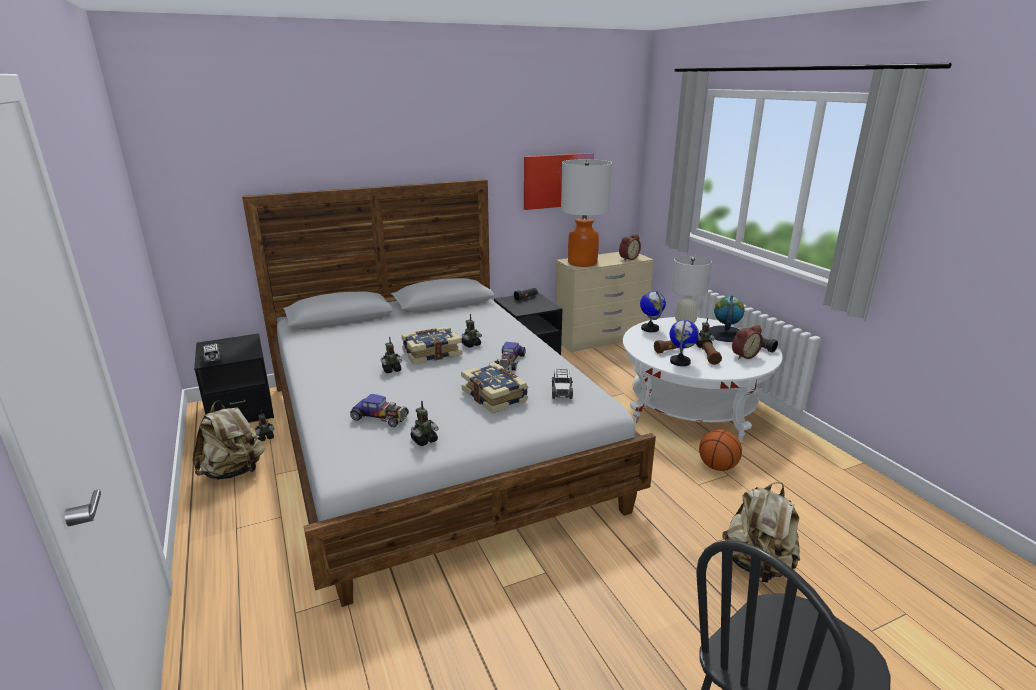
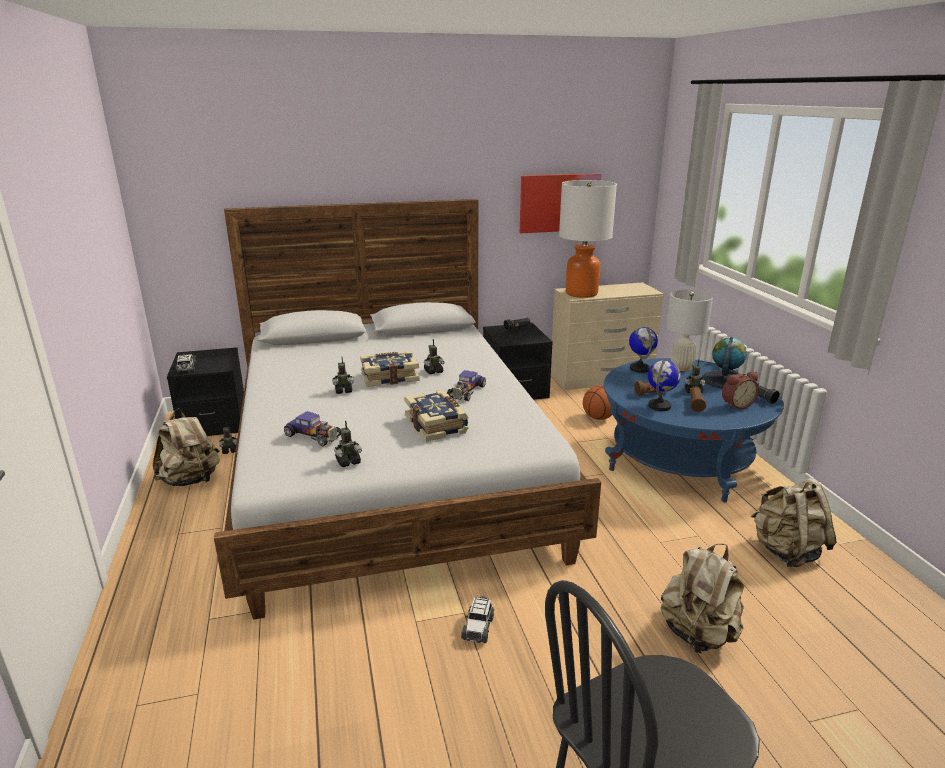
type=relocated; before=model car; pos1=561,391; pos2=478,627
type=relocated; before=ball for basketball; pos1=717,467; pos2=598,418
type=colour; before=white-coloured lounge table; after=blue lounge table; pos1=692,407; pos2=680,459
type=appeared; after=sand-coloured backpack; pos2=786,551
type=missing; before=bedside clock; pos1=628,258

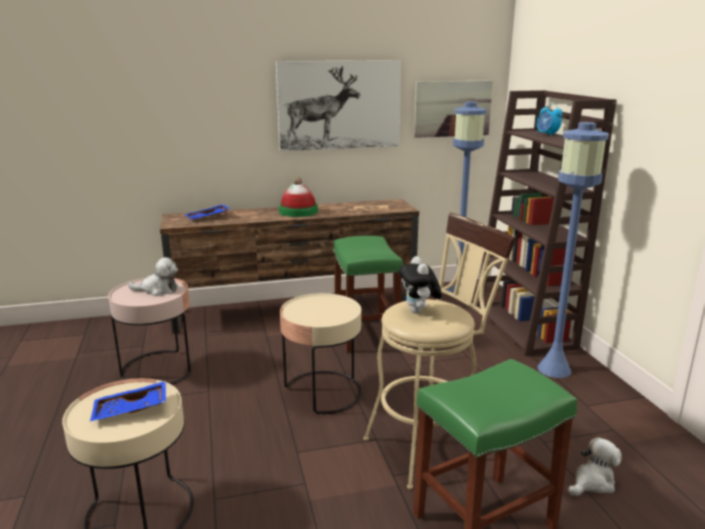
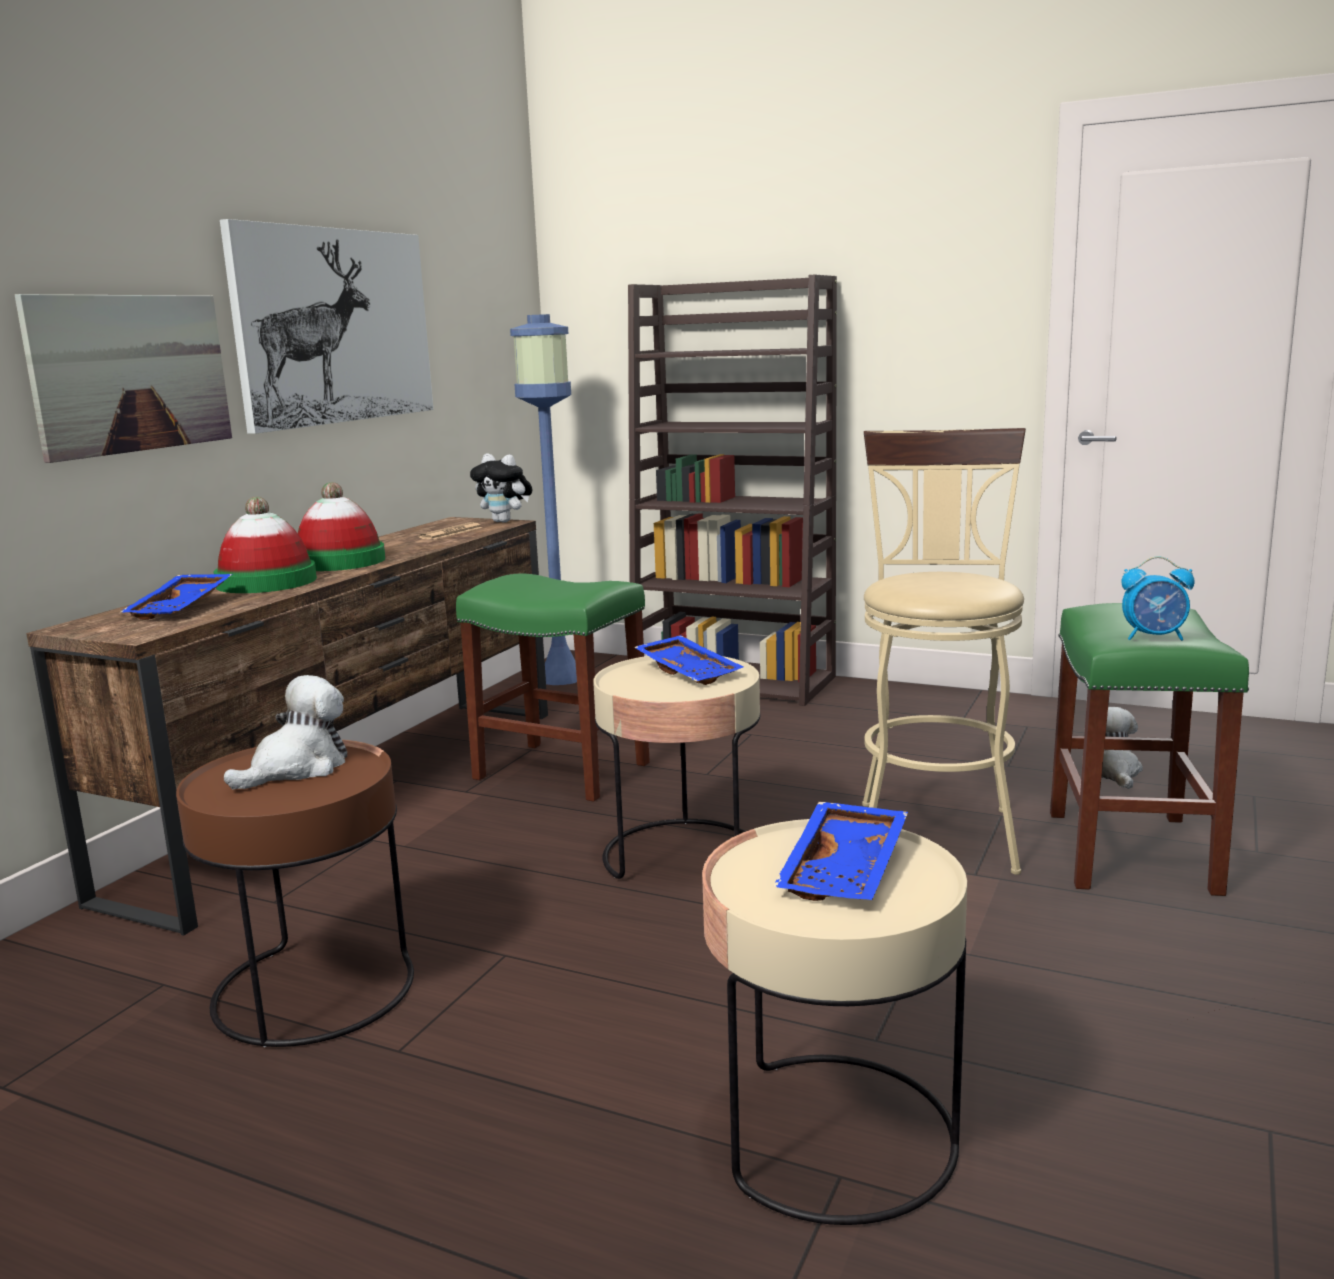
type=relocated; before=wall picture; pos1=452,108; pos2=131,373
type=colour; before=pink-coloured side table; after=brown side table; pos1=158,369; pos2=313,989
type=appeared; after=wearable hat; pos2=266,582
type=relocated; before=plush toy; pos1=419,312; pos2=505,521
type=appeared; after=blue tray; pos2=690,672
type=relocated; before=bedside clock; pos1=547,135; pos2=1154,637
type=missing; before=blue standing lamp; pos1=554,369

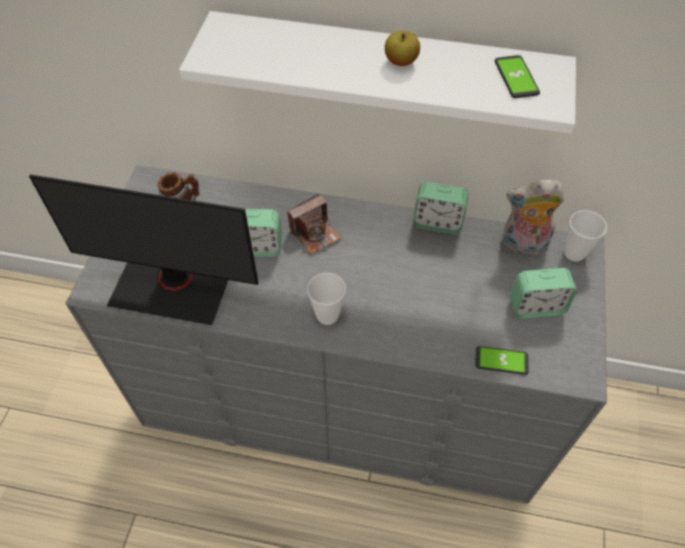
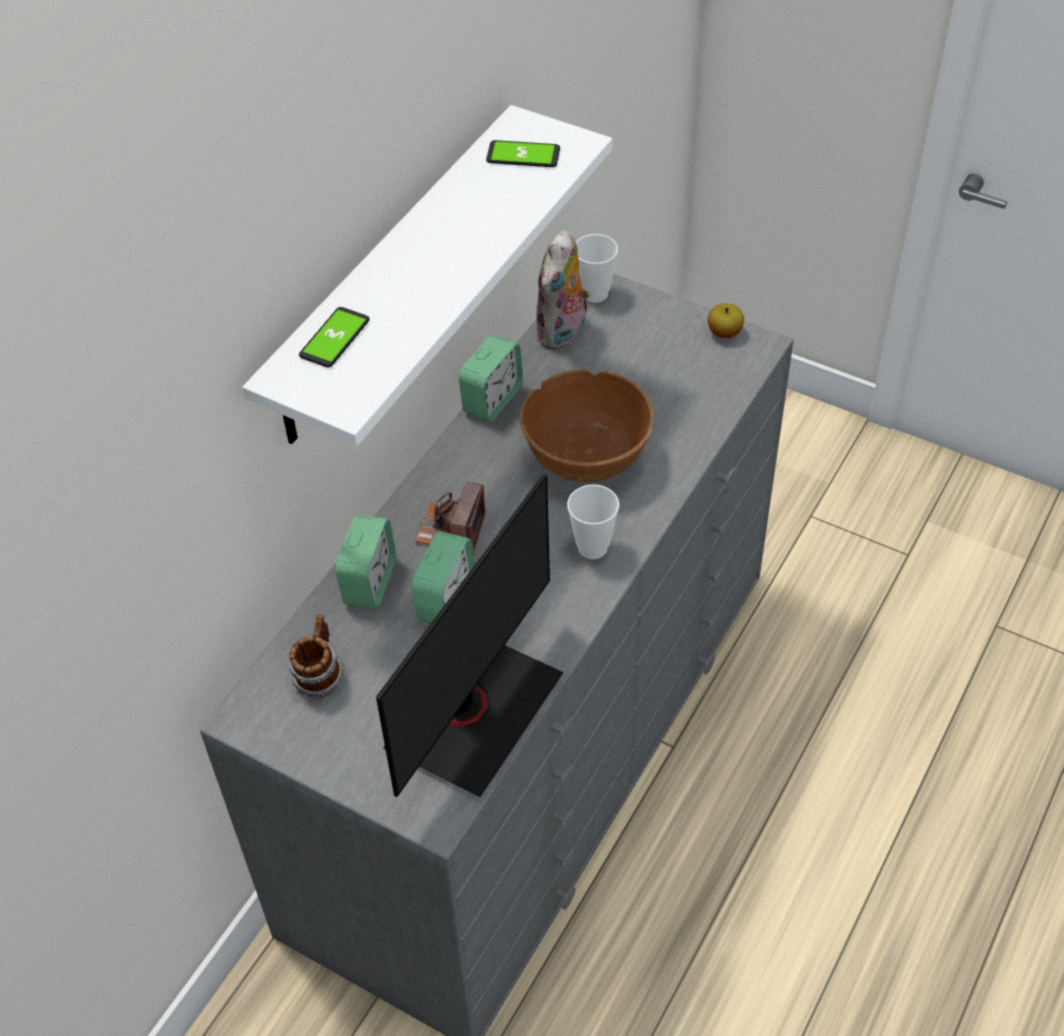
type=relocated; before=telephone; pos1=501,361; pos2=335,338
type=relocated; before=bedside clock; pos1=536,306; pos2=369,582
type=spun; before=still camera; pos1=315,233; pos2=452,530; turn=-150
type=appeared; after=brown bowl; pos2=586,456
type=relocated; before=whole apple; pos1=401,61; pos2=724,332

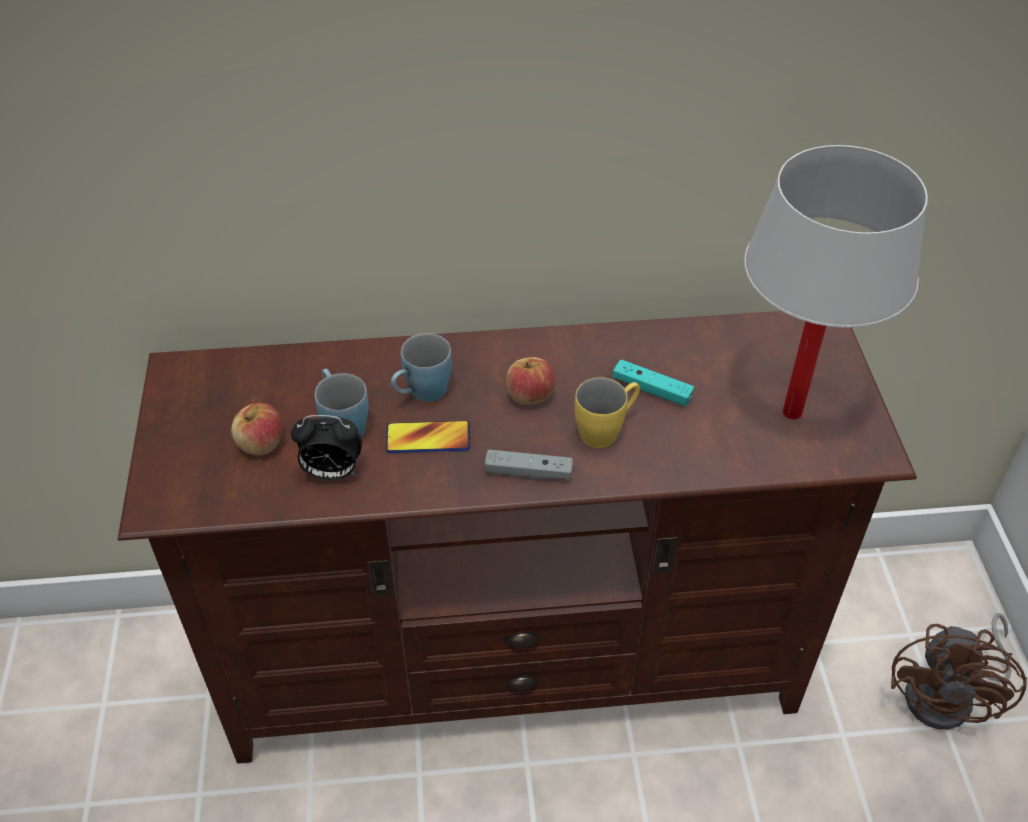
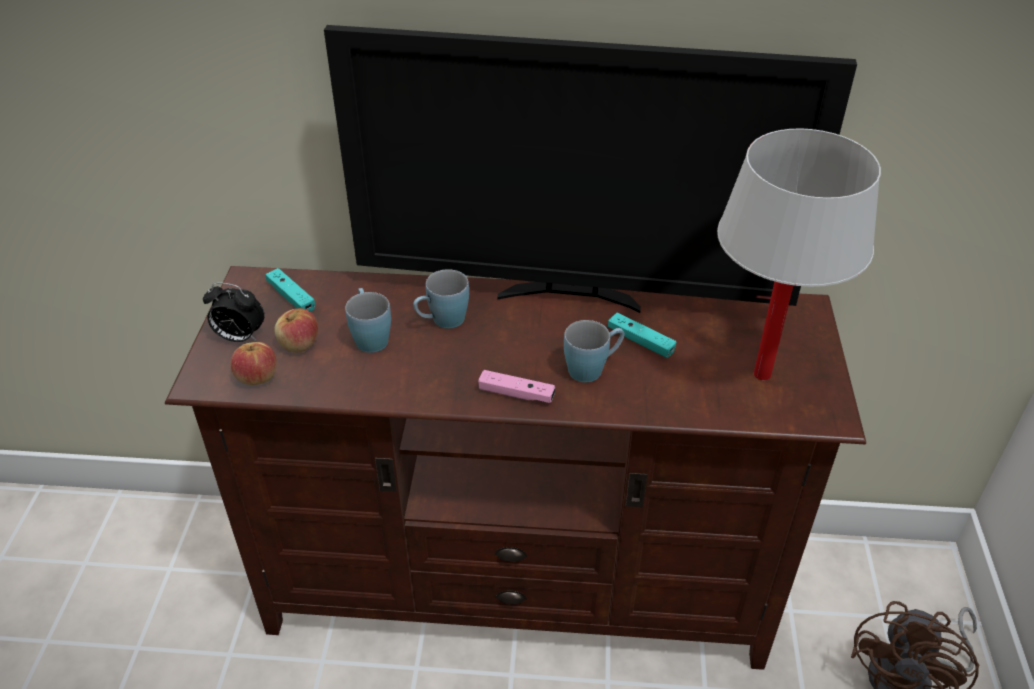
type=relocated; before=bedside clock; pos1=331,472; pos2=239,338
type=relocated; before=whole apple; pos1=529,395; pos2=257,377
type=appeared; after=blue-green joypad; pos2=291,297
type=appeared; after=television; pos2=571,295
type=colour; before=gray joypad; after=pink-coloured joypad; pos1=528,472; pos2=516,394
type=colour; before=yellowish coffee mug; after=blue coffee mug; pos1=606,429; pos2=592,368
type=missing; before=telephone; pos1=428,438

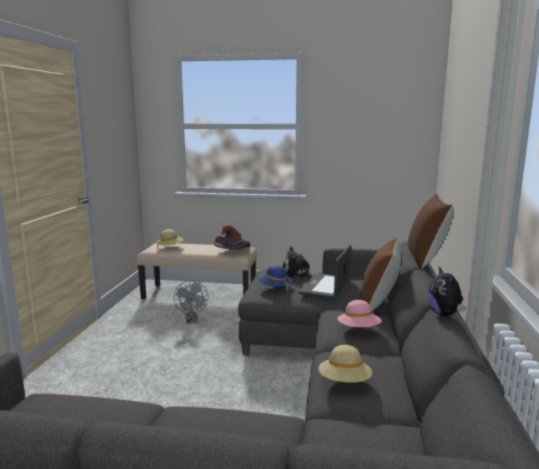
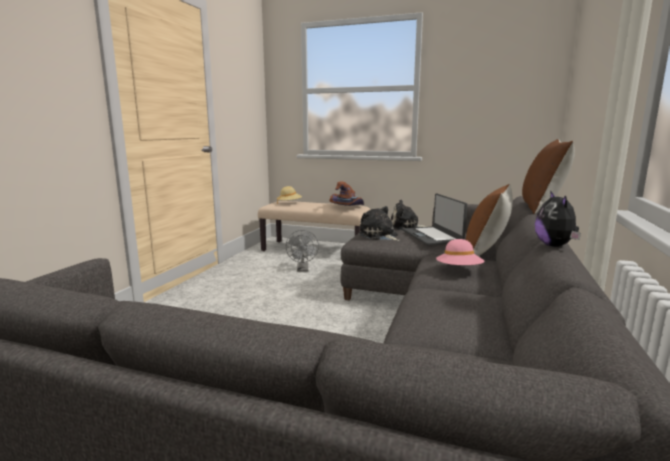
type=exchanged; before=blue wearable hat; after=plush toy; pos1=274,287; pos2=379,236
type=spun; before=laptop; pos1=326,286; pos2=432,236; turn=-45
type=missing; before=sand-coloured wearable hat; pos1=344,382

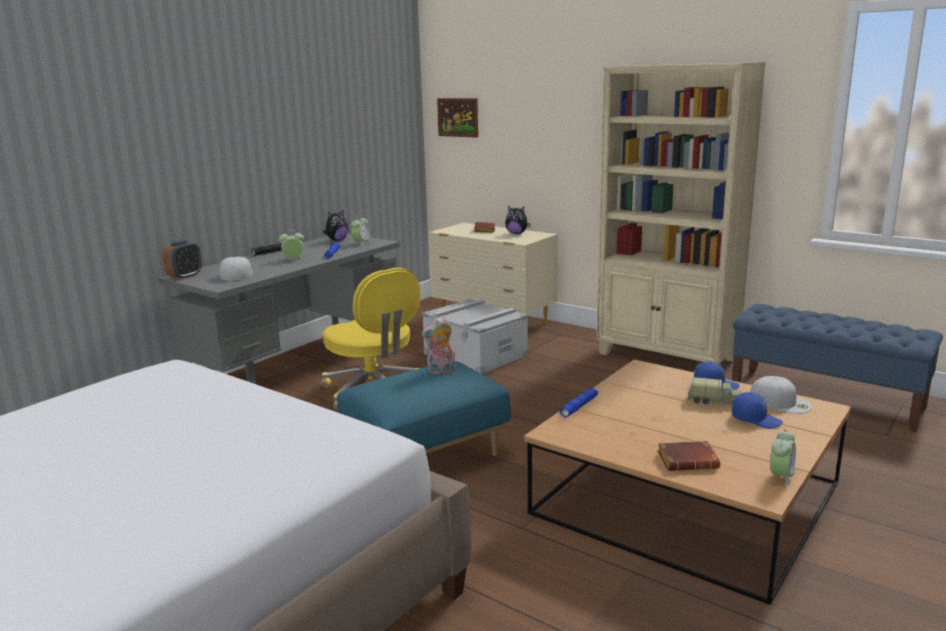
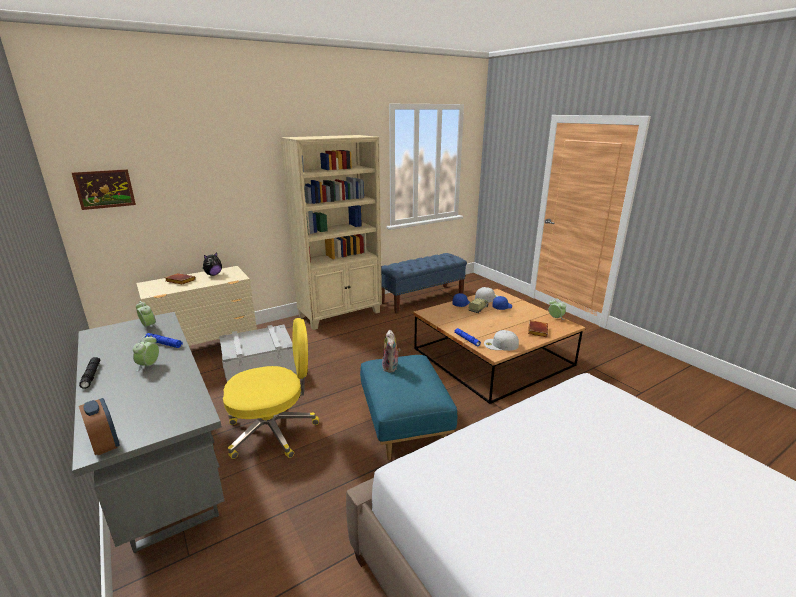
type=relocated; before=white-coloured baseball cap; pos1=236,274; pos2=500,344
type=missing; before=plush toy; pos1=337,240

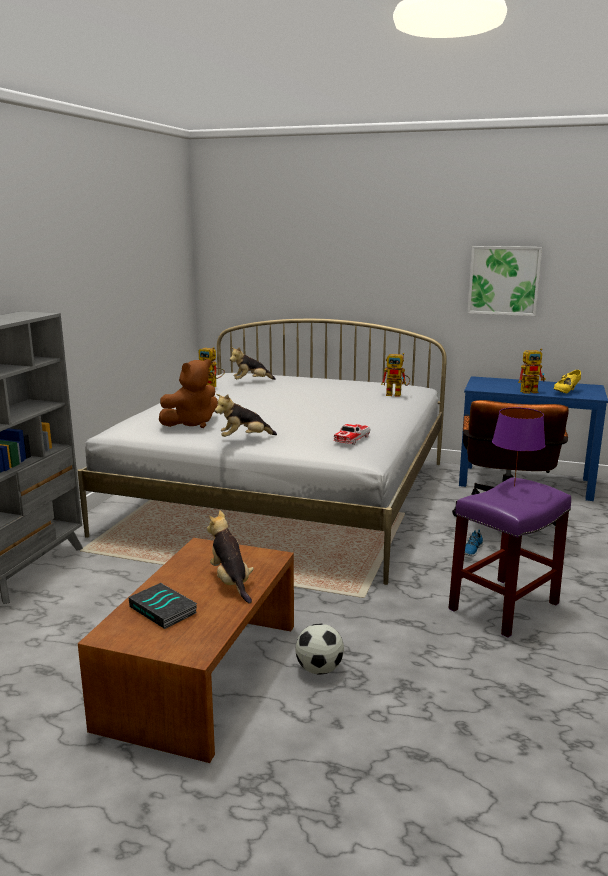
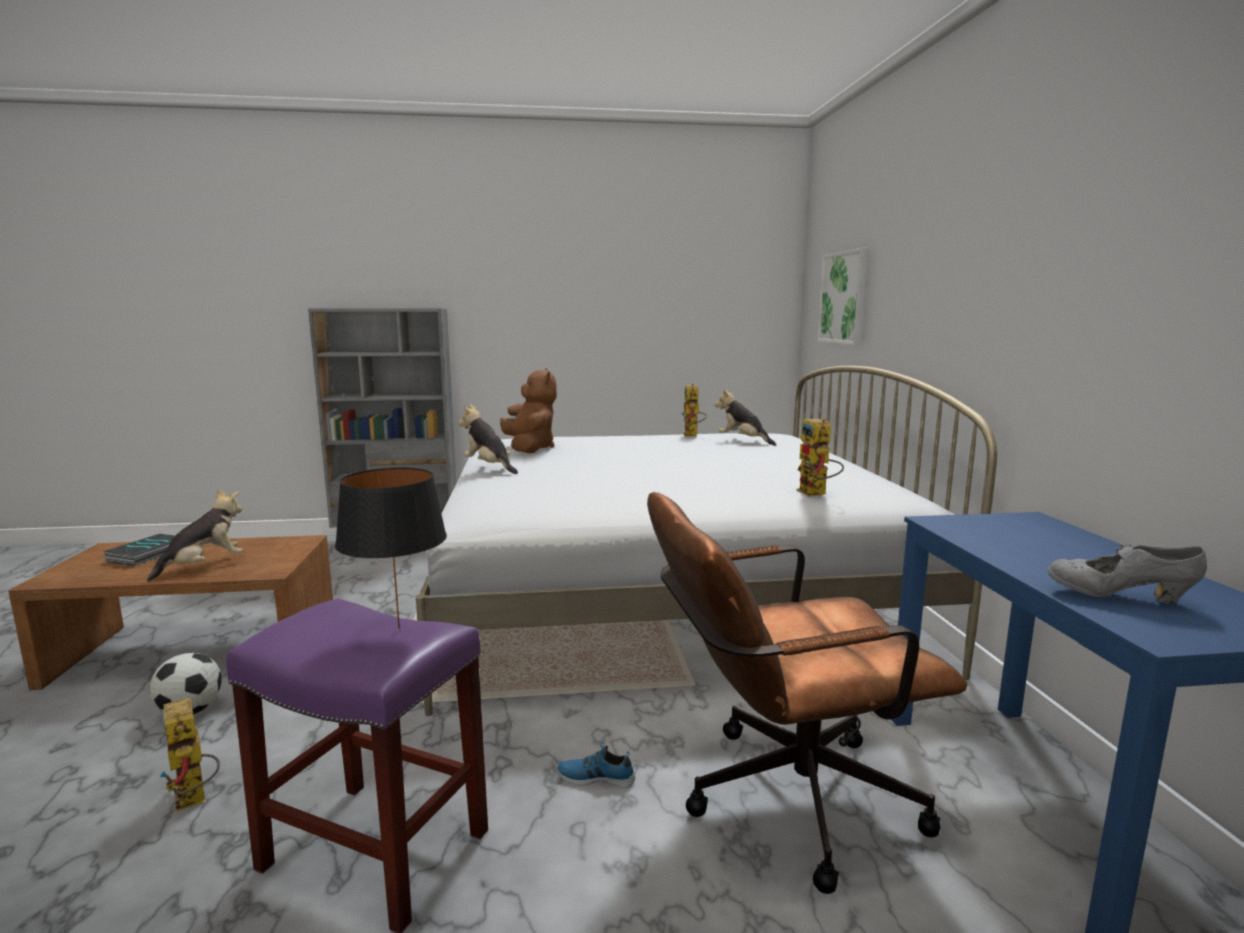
type=relocated; before=toy robot; pos1=532,391; pos2=195,800
type=colour; before=purple lamp for a table; after=black lamp for a table; pos1=514,486; pos2=397,628
type=spun; before=brown plush toy; pos1=192,423; pos2=530,448; turn=-135
type=relocated; before=wall picture; pos1=504,280; pos2=843,298
type=colour; before=yellowish item of footwear; after=gray item of footwear; pos1=566,392; pos2=1118,597
type=missing; before=model car; pos1=352,439

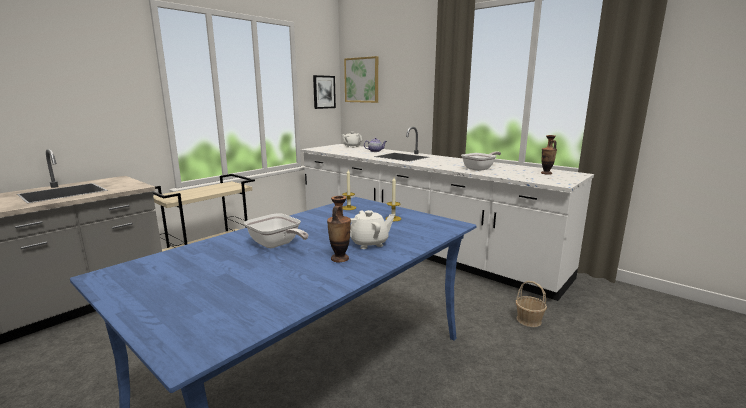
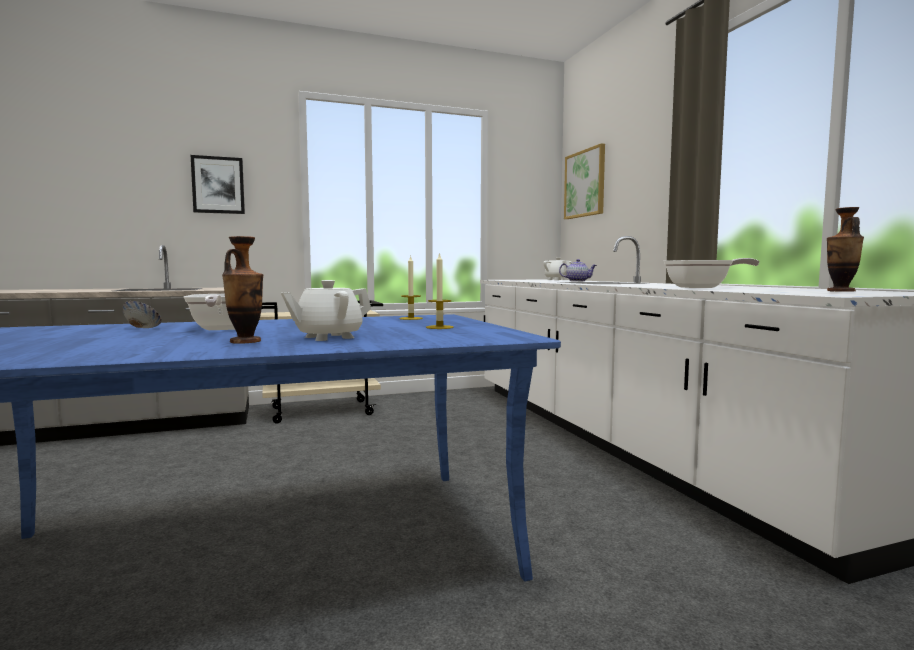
type=appeared; after=bowl; pos2=142,328
type=relocated; before=wall picture; pos1=324,92; pos2=218,185
type=spun; before=white-coloured tea pot; pos1=369,243; pos2=328,337; turn=135
type=missing; before=basket; pos1=528,320

